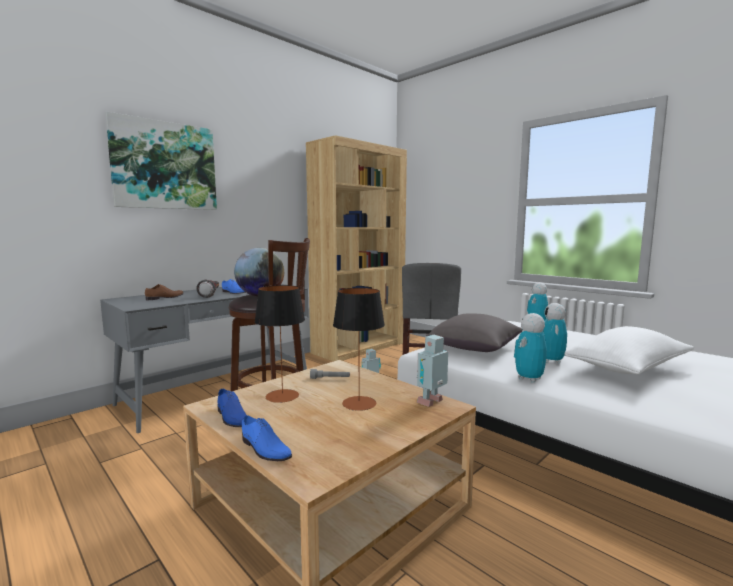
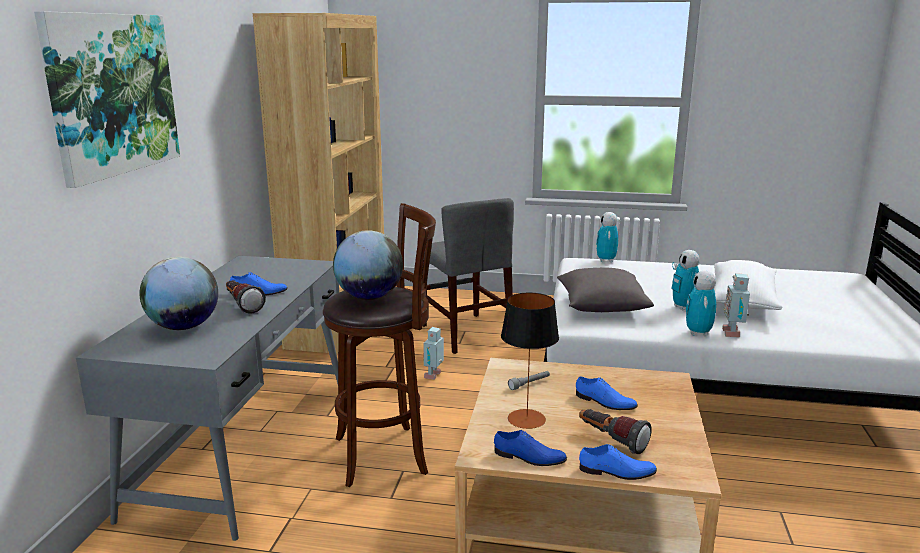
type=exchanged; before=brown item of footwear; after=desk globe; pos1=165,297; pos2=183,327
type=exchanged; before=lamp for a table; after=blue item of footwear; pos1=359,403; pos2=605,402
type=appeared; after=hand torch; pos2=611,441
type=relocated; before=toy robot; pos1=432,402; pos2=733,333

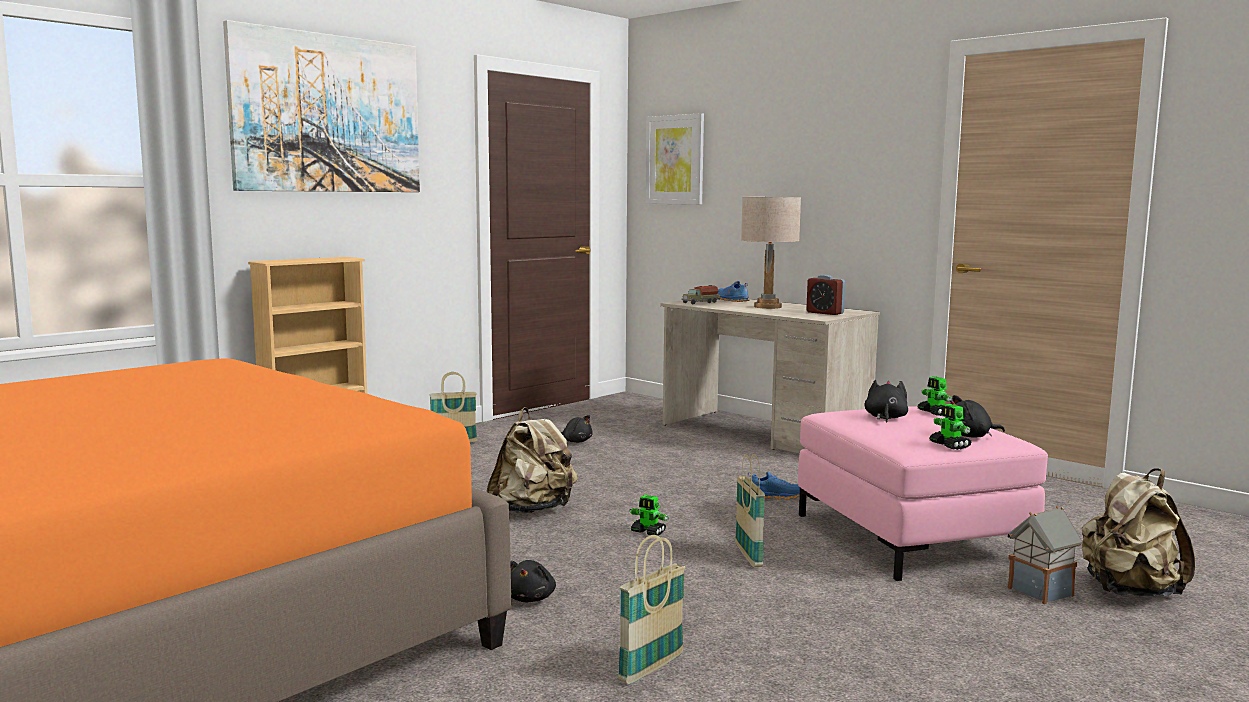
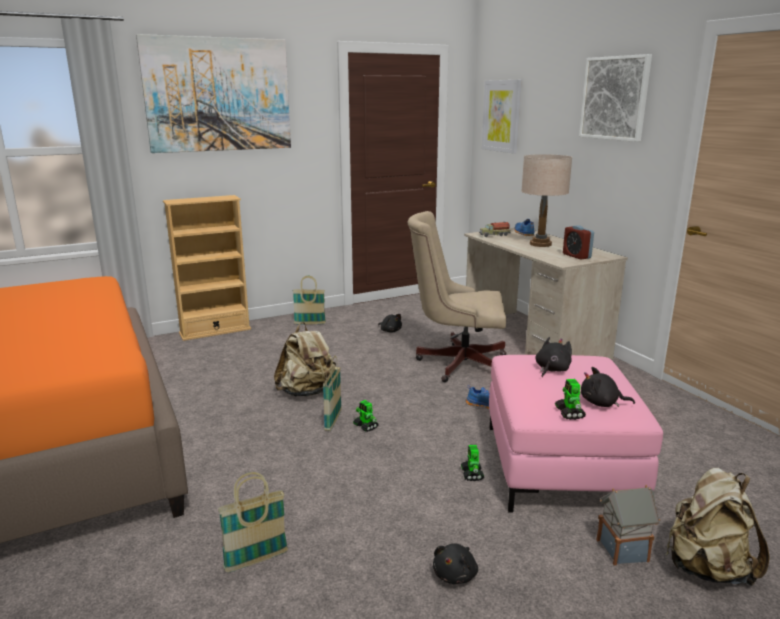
type=relocated; before=basket; pos1=748,556; pos2=333,421
type=appeared; after=sand-coloured computer chair; pos2=457,363
type=relocated; before=black plush toy; pos1=530,598; pos2=456,574
type=relocated; before=toy robot; pos1=935,413; pos2=472,474
type=appeared; after=wall picture; pos2=615,98

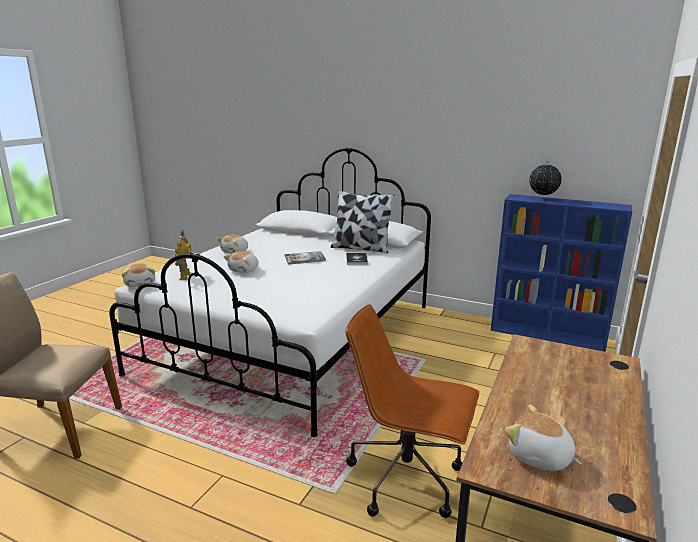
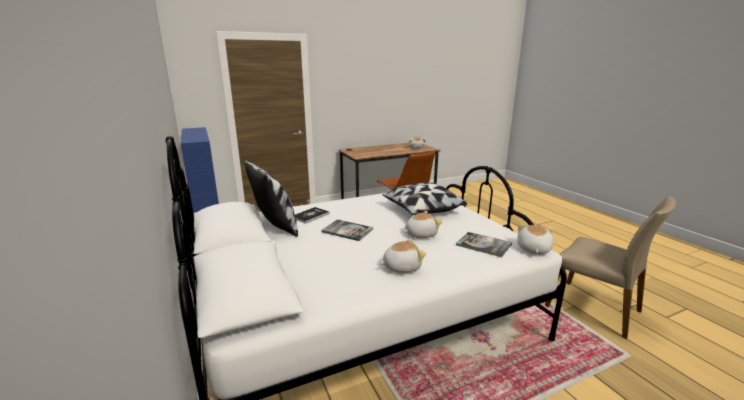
type=appeared; after=throw pillow; pos2=422,210
type=exchanged; before=toy robot; after=bound book; pos1=185,276; pos2=483,245
type=missing; before=desk globe; pos1=542,199

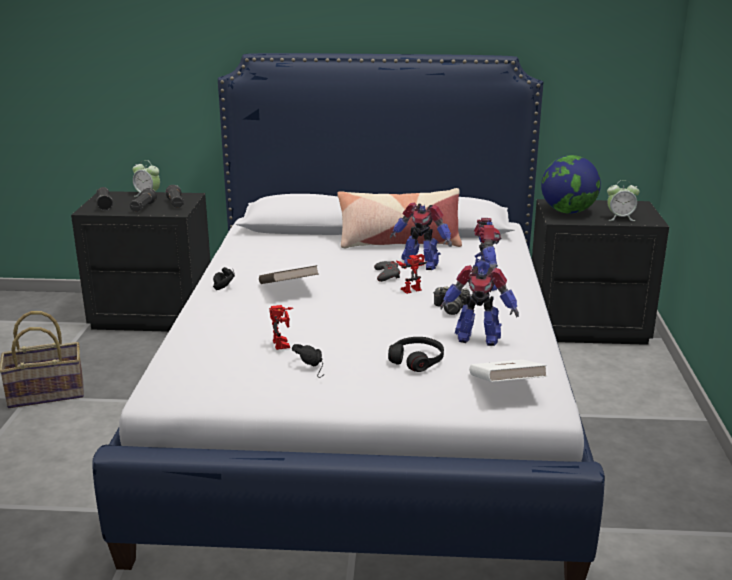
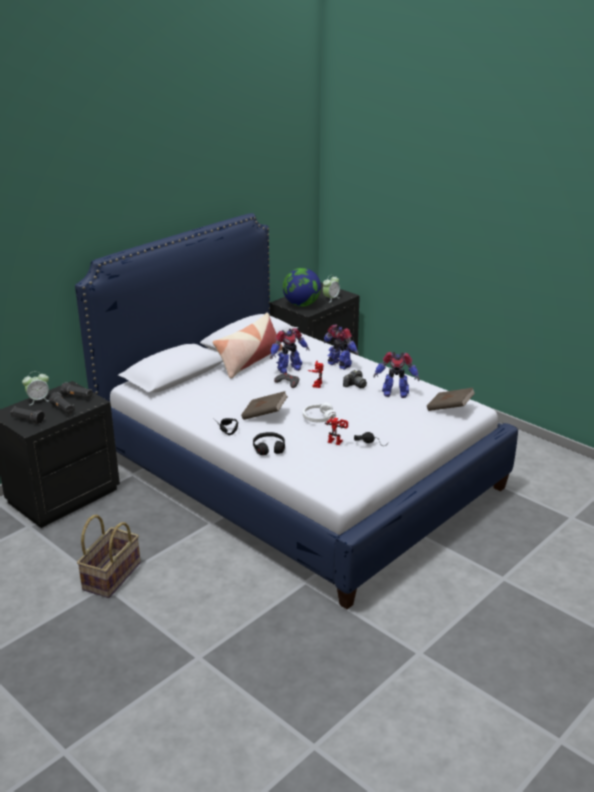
type=relocated; before=black headset; pos1=417,360; pos2=269,448
type=appeared; after=white-coloured headset; pos2=318,418
type=spun; before=toy robot; pos1=477,338; pos2=395,393; turn=45
type=colour; before=white-coloured bound book; after=brown bound book; pos1=505,388; pos2=449,409

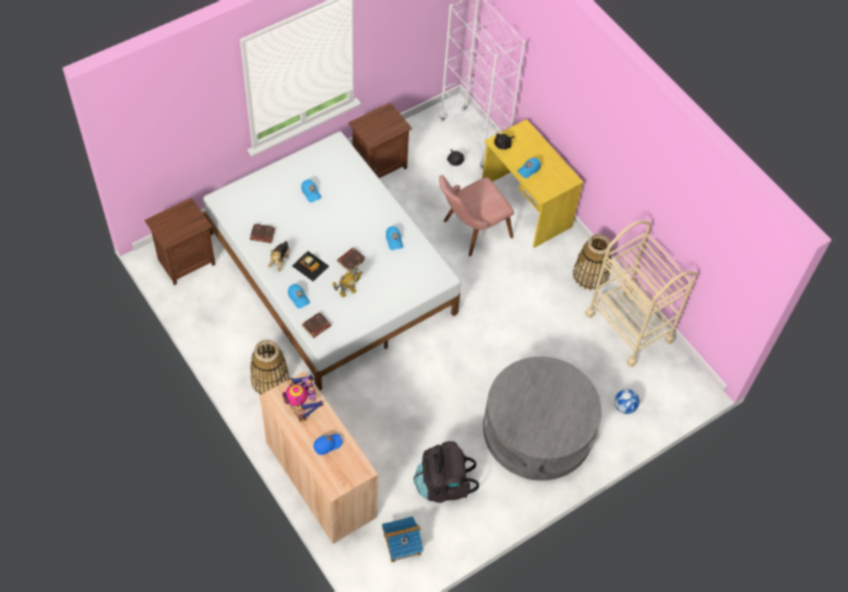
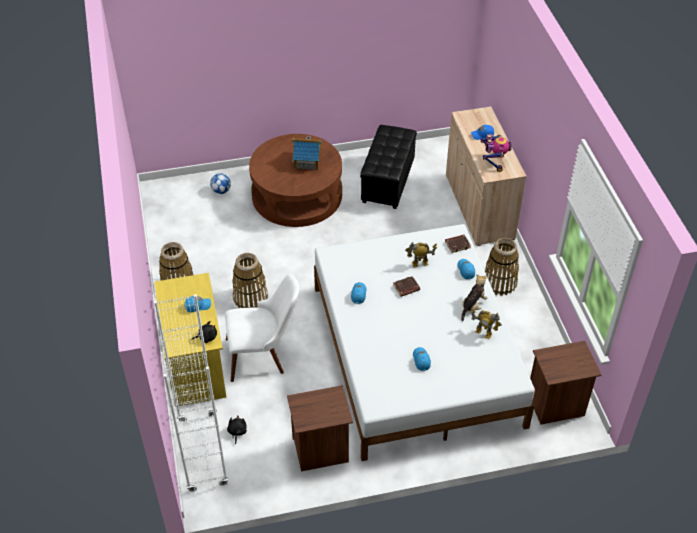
type=colour; before=pink-coloured plain chair; after=white-coloured plain chair; pos1=470,232; pos2=263,354
type=appeared; after=basket; pos2=250,297
type=colour; before=gray lounge table; after=brown lounge table; pos1=538,429; pos2=297,195
type=relocated; before=miniature house; pos1=401,544; pos2=307,161
type=exchanged; before=black backpack; after=black footrest; pos1=443,485; pos2=387,182
type=exchanged; before=brown bound book; after=toy robot; pos1=262,235; pos2=483,333
type=missing; before=model car; pos1=310,265
type=missing; before=sand-coloured cart; pos1=629,326

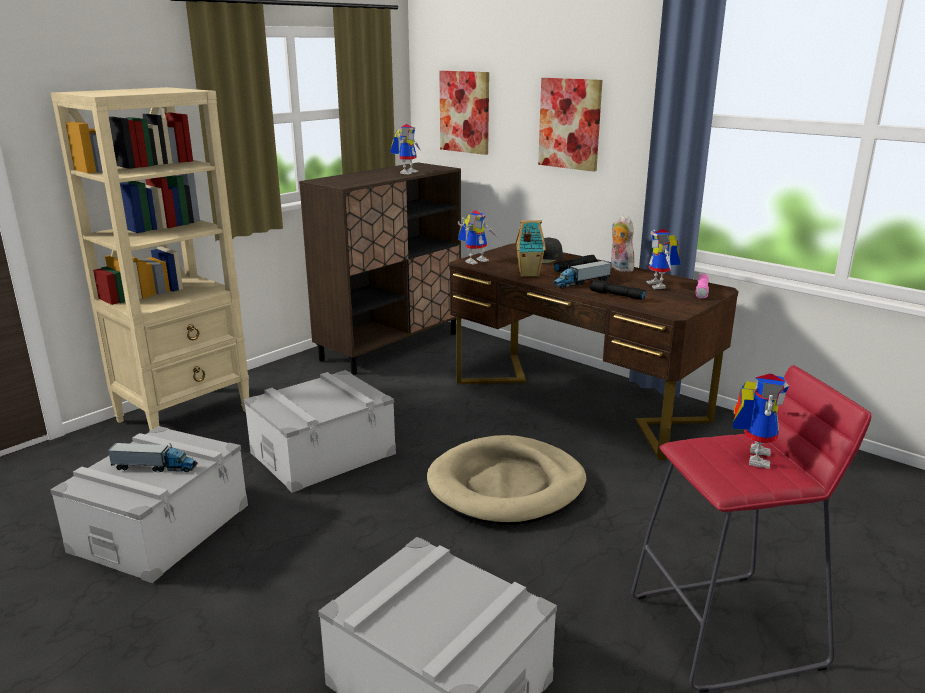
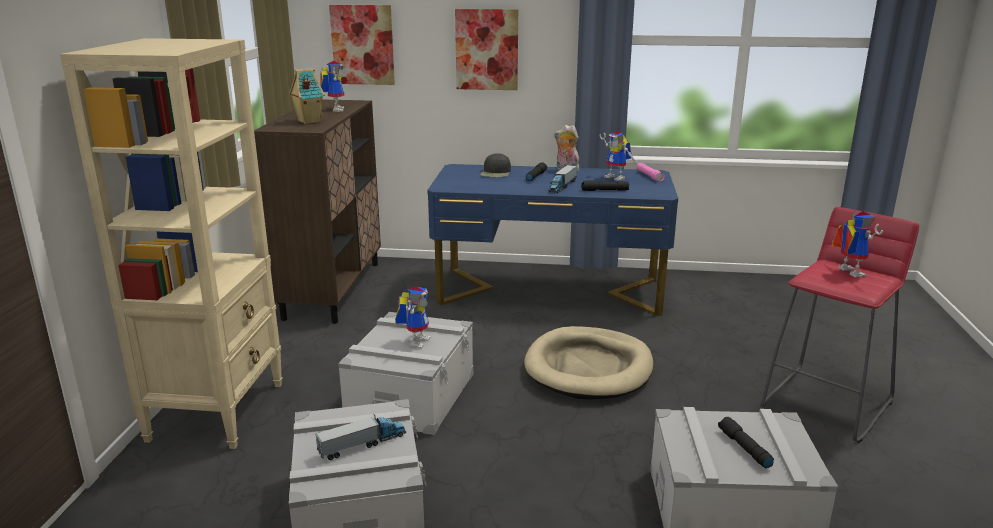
type=relocated; before=miniature house; pos1=528,274; pos2=308,121
type=relocated; before=toy robot; pos1=476,260; pos2=416,341
type=colour; before=brown desk table; after=blue desk table; pos1=577,401; pos2=549,291
type=appeared; after=black hand torch; pos2=743,448

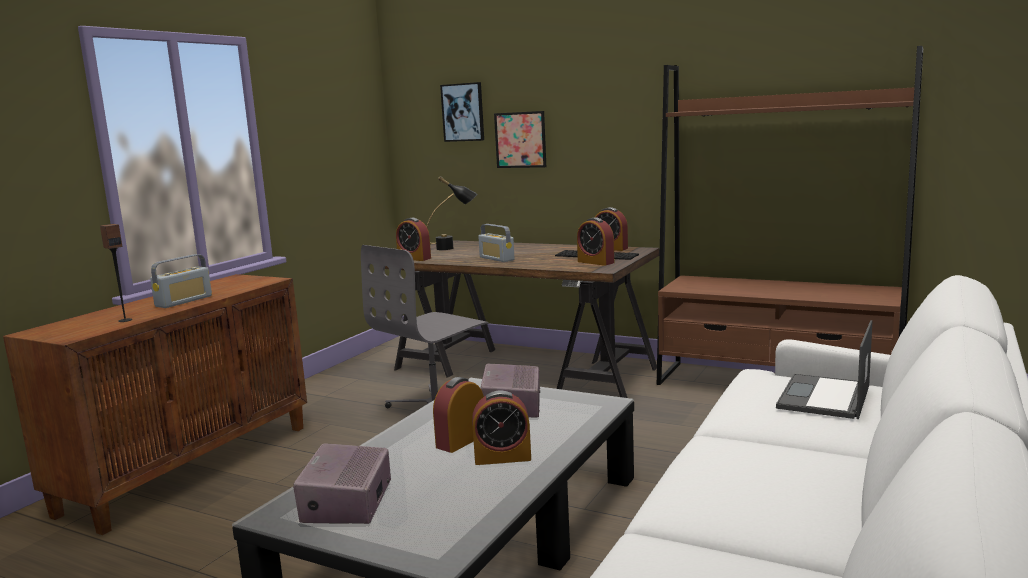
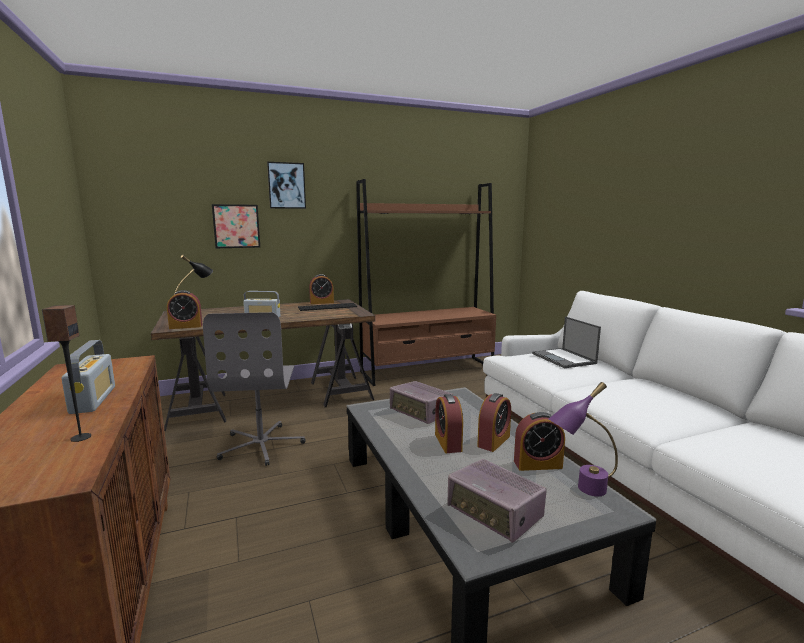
type=relocated; before=wall picture; pos1=463,112; pos2=286,185
type=relocated; before=bedside clock; pos1=595,262; pos2=537,464
type=appeared; after=purple lamp for a table; pos2=581,491

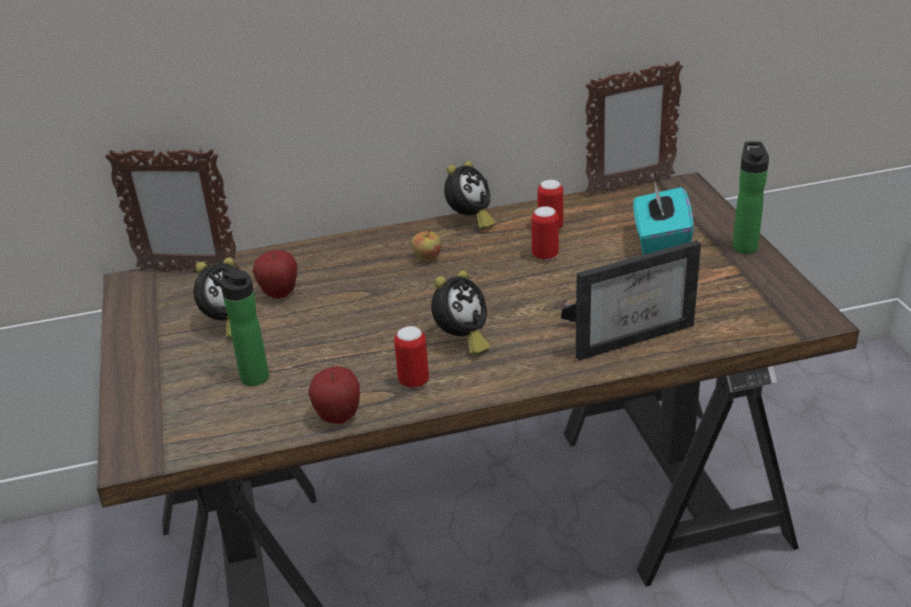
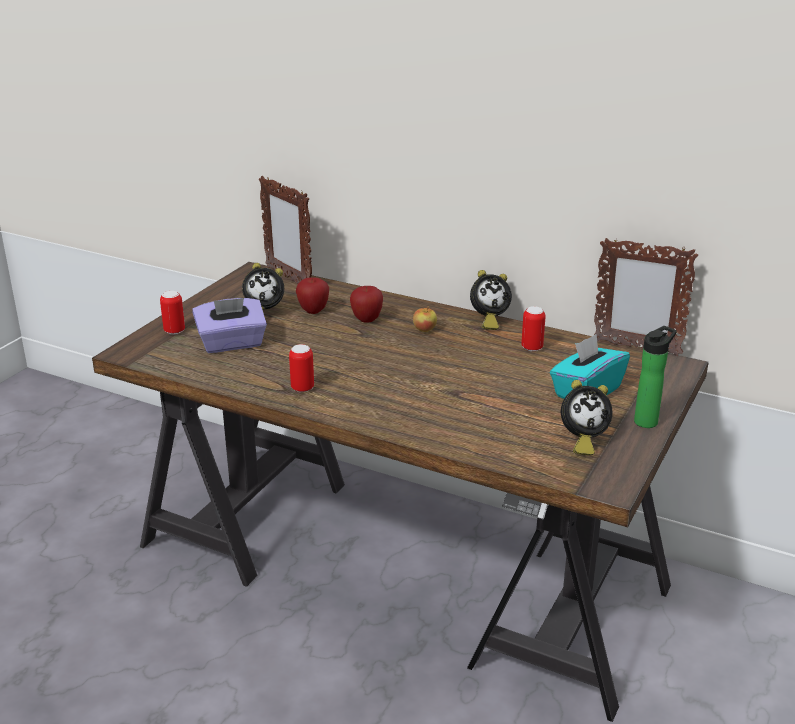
type=relocated; before=can; pos1=545,256; pos2=174,331
type=exchanged; before=drink bottle; after=purple tissue box; pos1=251,376; pos2=232,344
type=relocated; before=whole apple; pos1=338,417; pos2=366,319
type=relocated; before=bedside clock; pos1=461,340; pos2=581,441
type=missing; before=standing frame; pos1=630,333

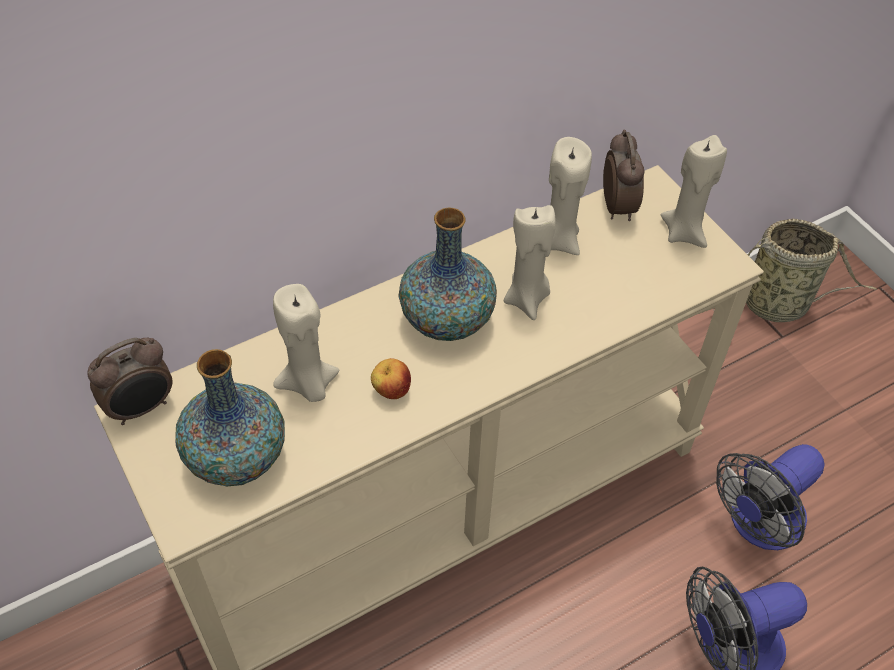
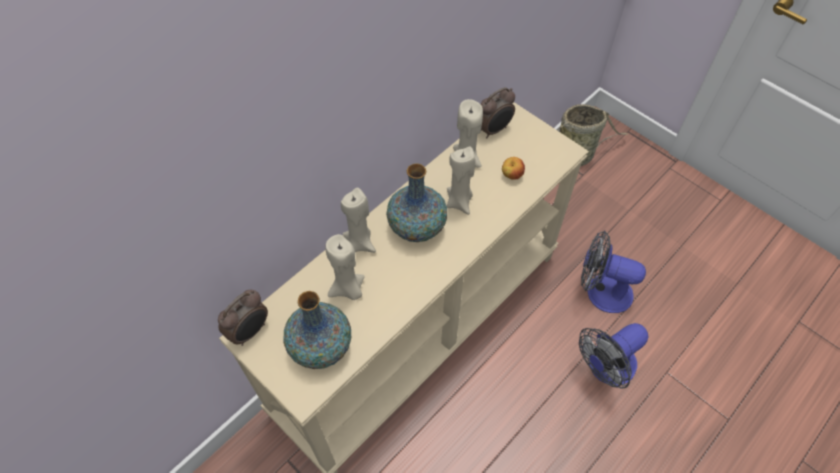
type=relocated; before=sand-coloured candle; pos1=684,232; pos2=360,242
type=spun; before=bedside clock; pos1=619,206; pos2=494,130; turn=75
type=relocated; before=whole apple; pos1=391,390; pos2=511,175
type=spun; before=cooling fan; pos1=758,524; pos2=601,291; turn=75

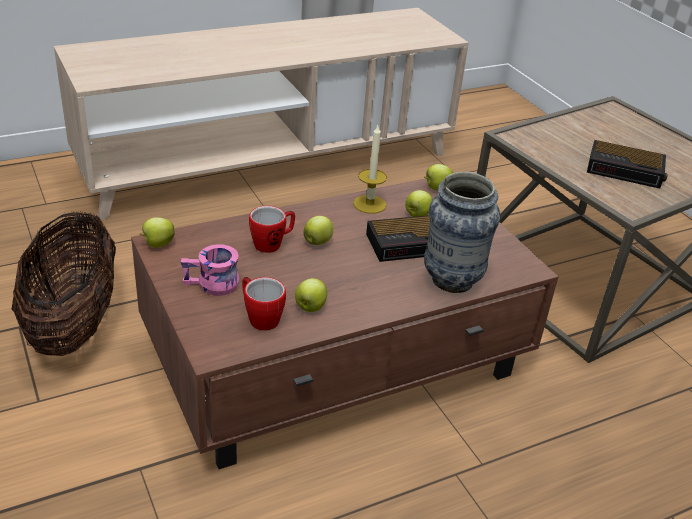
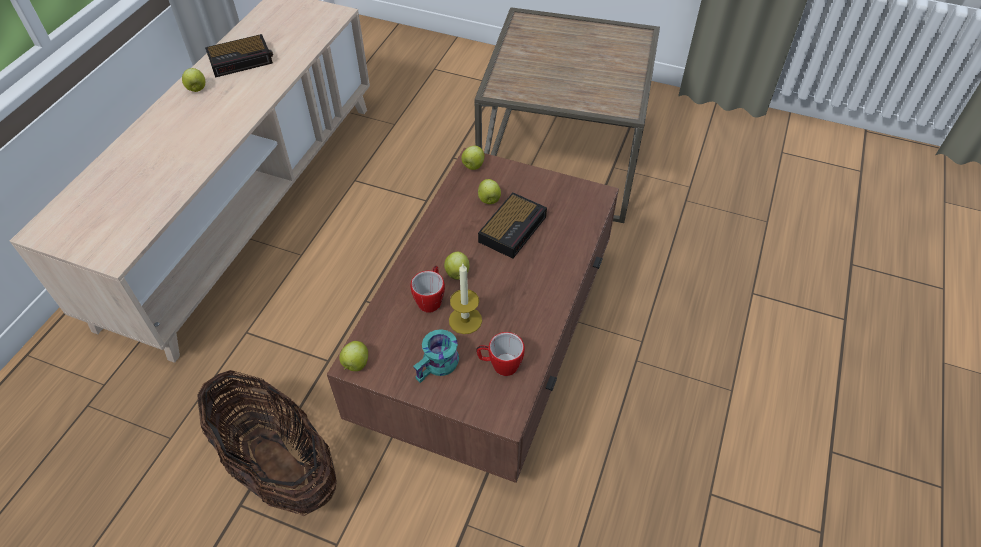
type=relocated; before=whole apple; pos1=310,307; pos2=197,89
type=relocated; before=bedside clock; pos1=626,170; pos2=242,60
type=colour; before=pink-coloured coffee mug; after=blue-green coffee mug; pos1=212,286; pos2=439,367
type=relocated; before=candle; pos1=369,204; pos2=465,320
type=missing; before=vase; pos1=452,281

